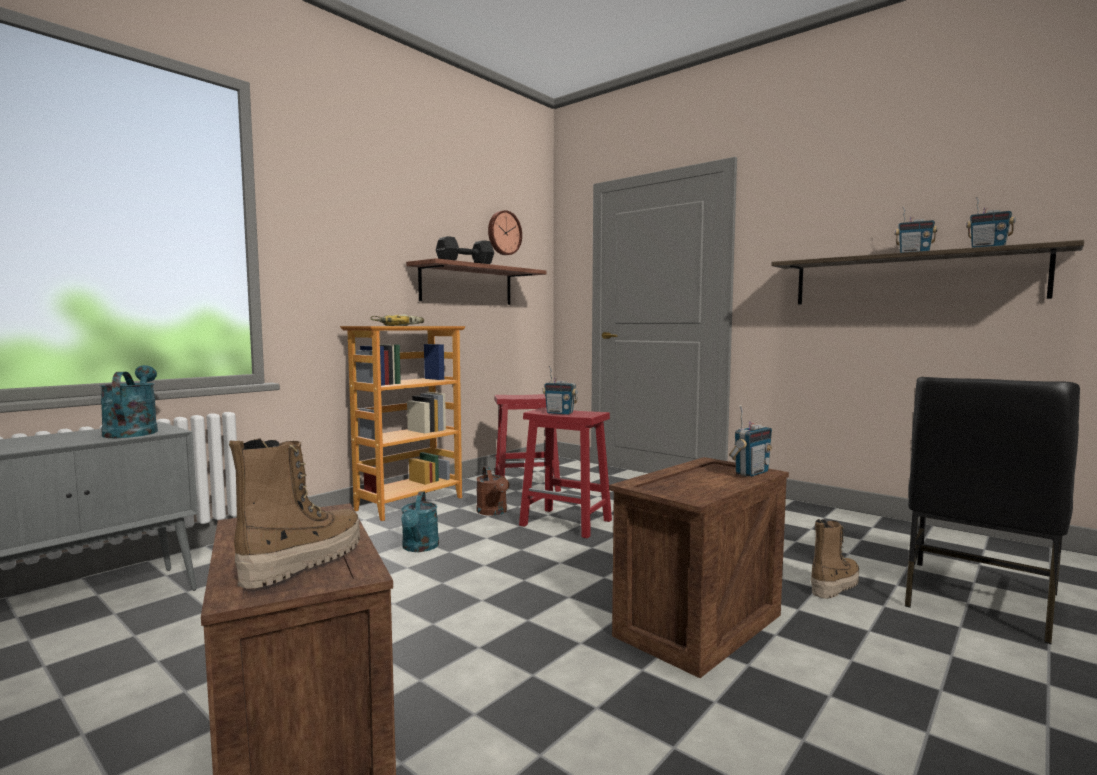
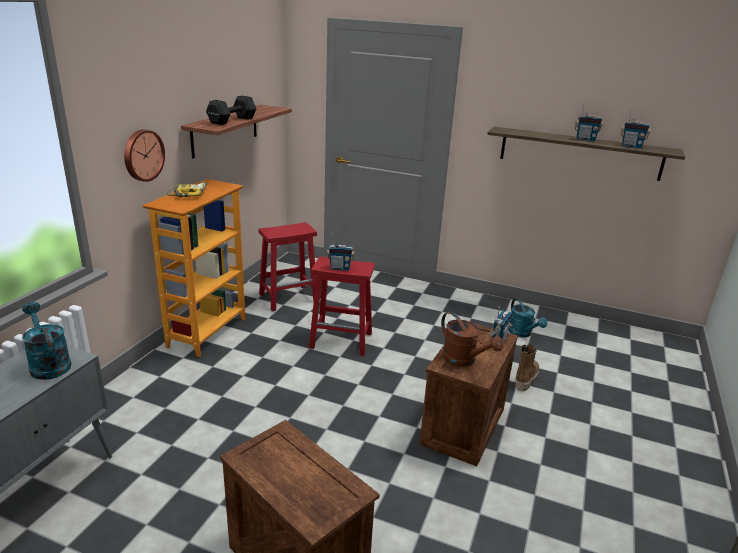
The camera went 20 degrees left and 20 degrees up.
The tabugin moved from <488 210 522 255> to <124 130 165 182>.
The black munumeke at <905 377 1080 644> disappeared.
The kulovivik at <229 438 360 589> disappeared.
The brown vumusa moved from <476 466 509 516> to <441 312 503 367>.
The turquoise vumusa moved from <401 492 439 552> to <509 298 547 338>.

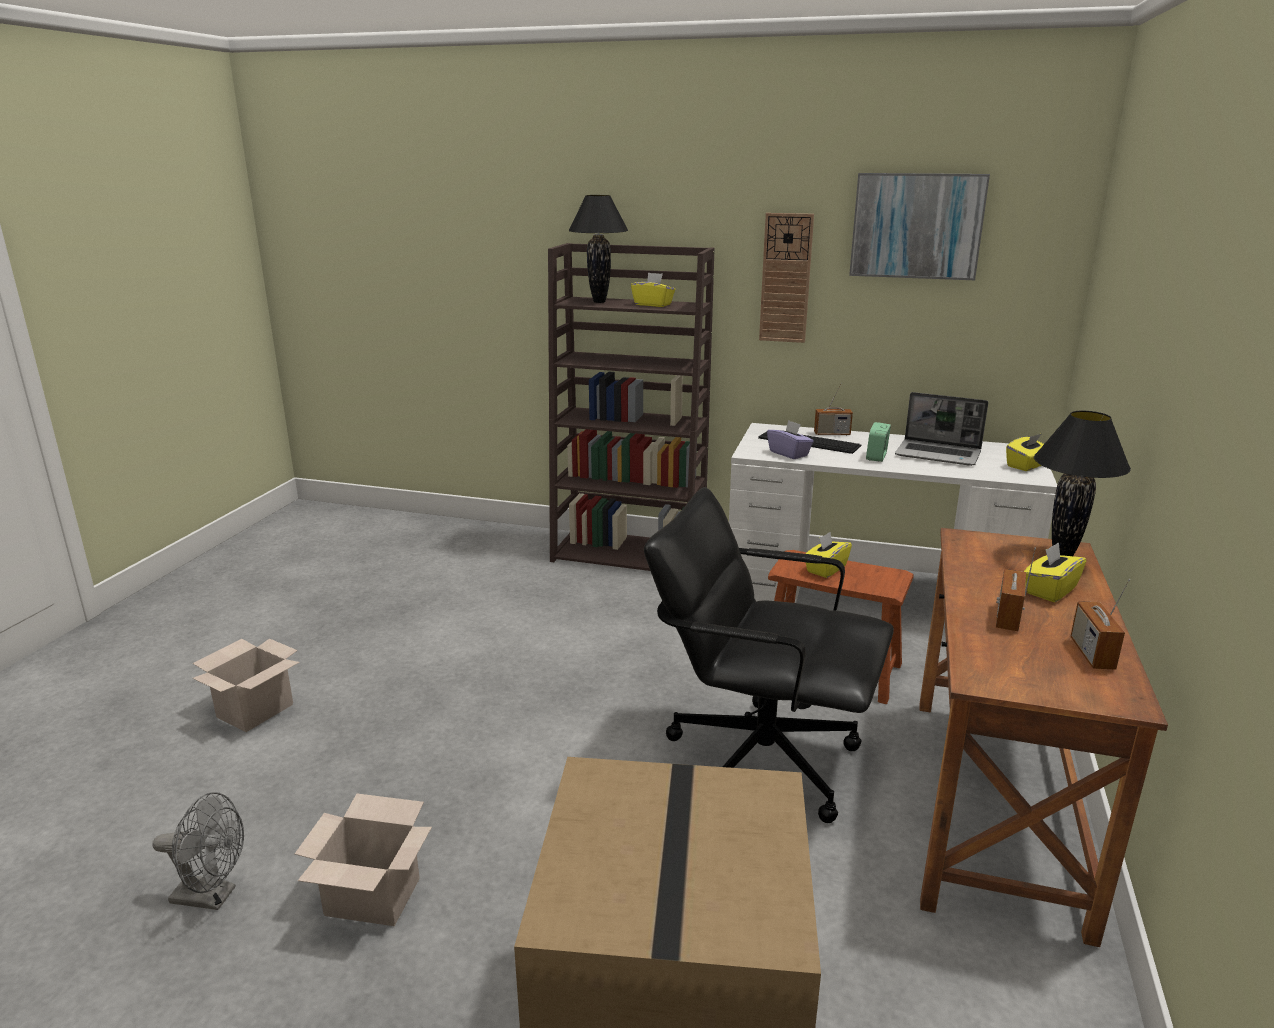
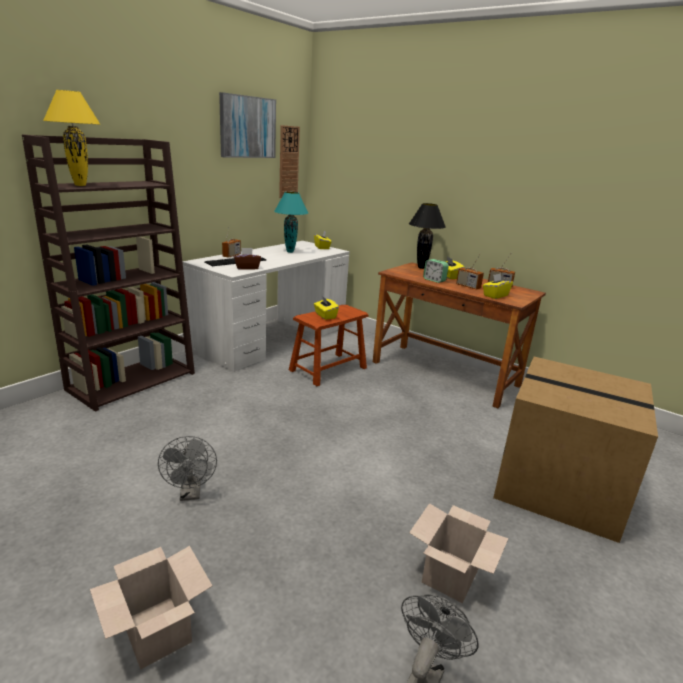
The camera went 70 degrees left and 0 degrees up.
The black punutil at <568 195 628 303> became the yellow punutil at <43 90 100 186>.
The tabugin moved from <759 213 814 343> to <279 125 300 198>.
The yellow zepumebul moved from <631 272 675 307> to <483 273 513 299>.
The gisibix at <895 392 988 466> was replaced by the turquoise punutil at <274 192 308 253>.
The purple zepumebul at <767 420 814 459> became the brown zepumebul at <234 248 261 270>.
The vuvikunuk moved from <866 422 891 462> to <423 259 449 283>.
The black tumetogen at <644 487 894 823> disappeared.
The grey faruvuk at <158 436 217 501> appeared.

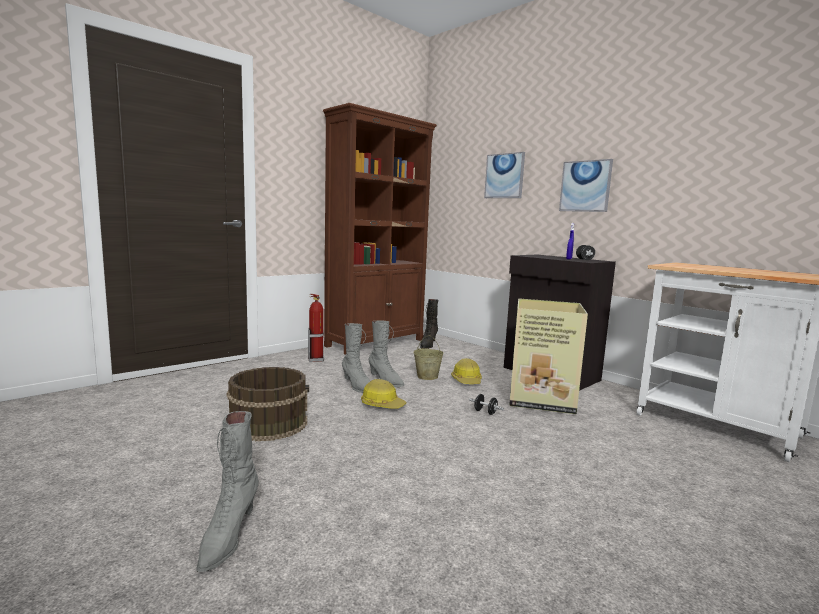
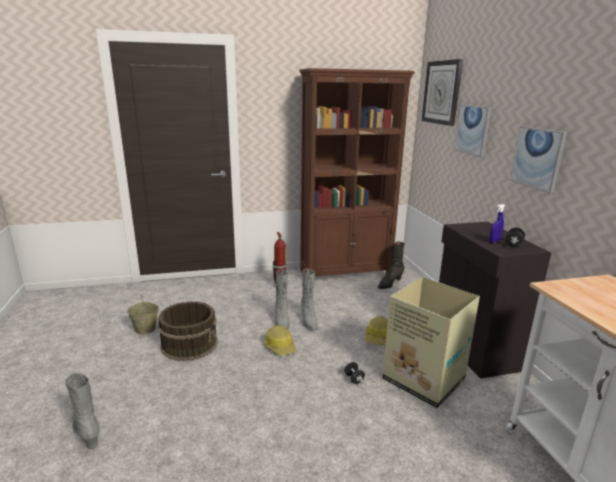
The camera went 30 degrees right and 10 degrees up.
The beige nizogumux moved from <413 335 444 380> to <127 295 159 334>.
The grey kulovivik at <196 411 259 572> turned 105 degrees clockwise.
The tabugin at <422 59 463 126> appeared.

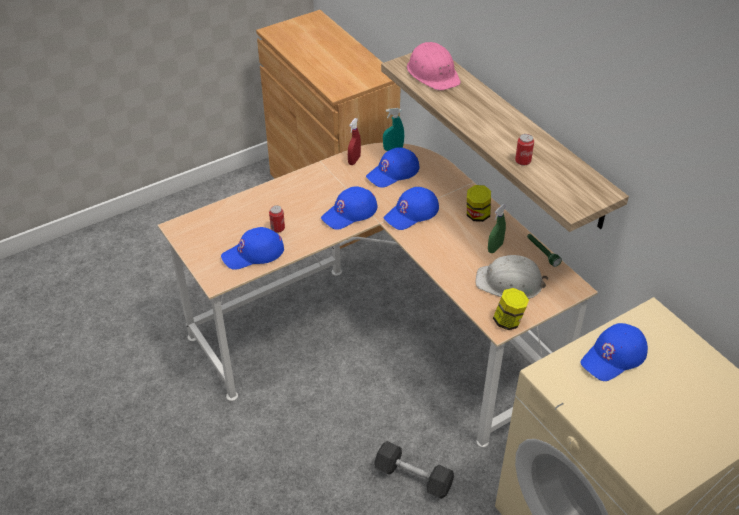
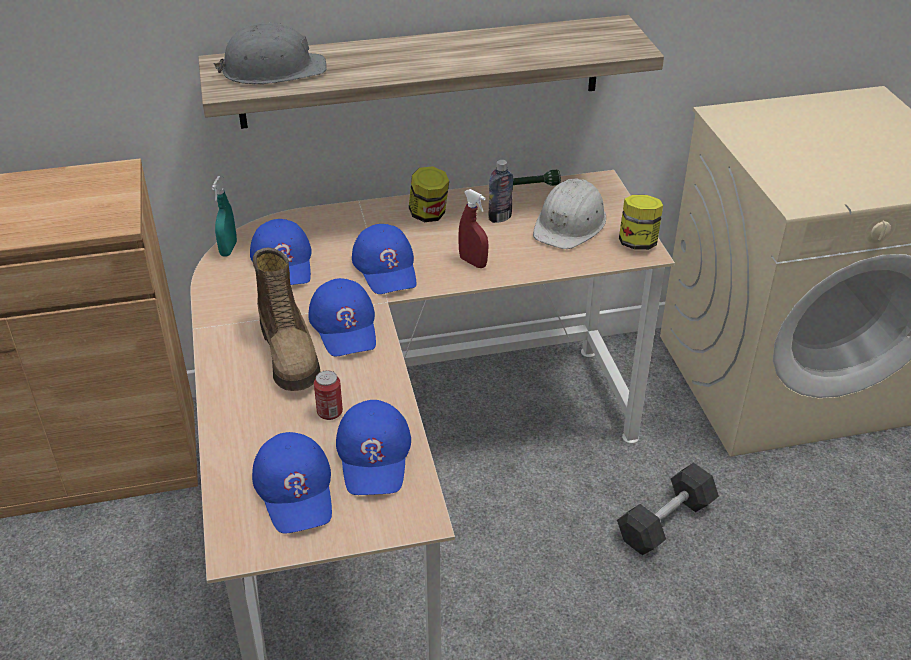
The camera went 70 degrees left and 5 degrees down.
The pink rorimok at <407 42 461 91> became the grey rorimok at <214 22 327 84>.
The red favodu moved from <348 118 361 165> to <458 189 488 268>.
The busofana at <515 134 534 166> disappeared.
The green favodu at <488 204 506 253> was replaced by the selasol at <488 160 513 223>.
The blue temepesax moved from <580 323 648 381> to <252 432 332 534>.
The kulovivik at <253 248 320 391> appeared.

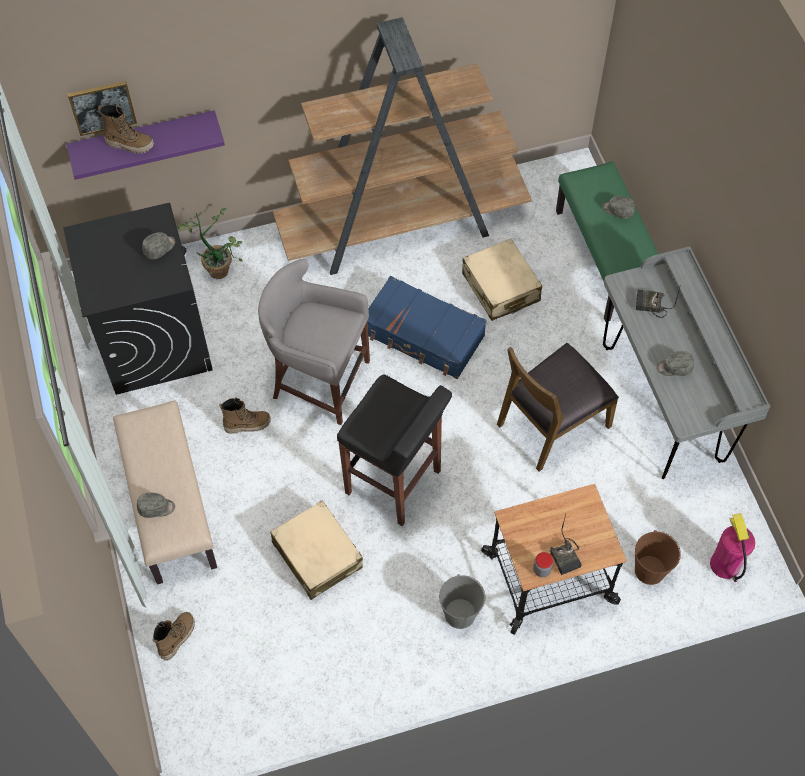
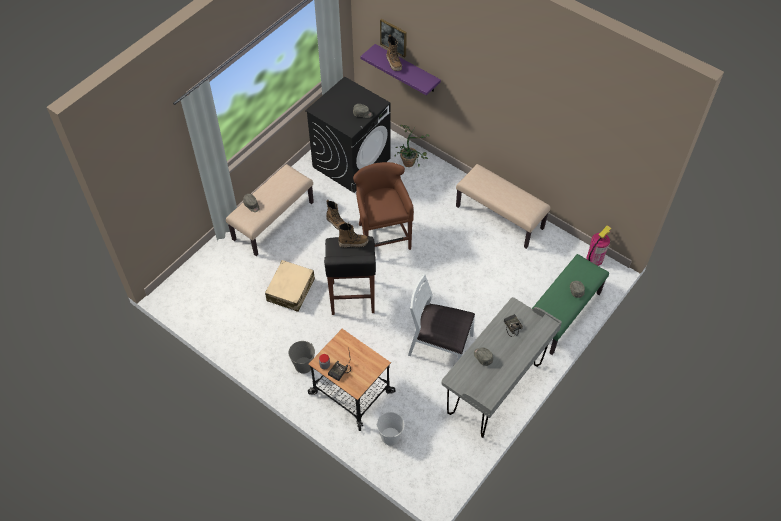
The camera went 55 degrees right and 5 degrees down.
The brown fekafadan at <273 17 532 275> was replaced by the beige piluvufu at <456 164 551 249>.
The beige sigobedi at <462 239 542 321> disappeared.
The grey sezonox at <258 259 370 425> became the brown sezonox at <353 162 414 250>.
The blue sigobedi at <368 276 486 379> disappeared.
The brown munumeke at <497 343 619 471> became the white munumeke at <408 274 475 360>.
The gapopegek moved from <710 513 755 582> to <586 225 611 266>.
The brown nizogumux at <635 530 681 585> became the white nizogumux at <377 412 404 446>.
The kulovivik moved from <152 612 195 660> to <338 223 369 248>.

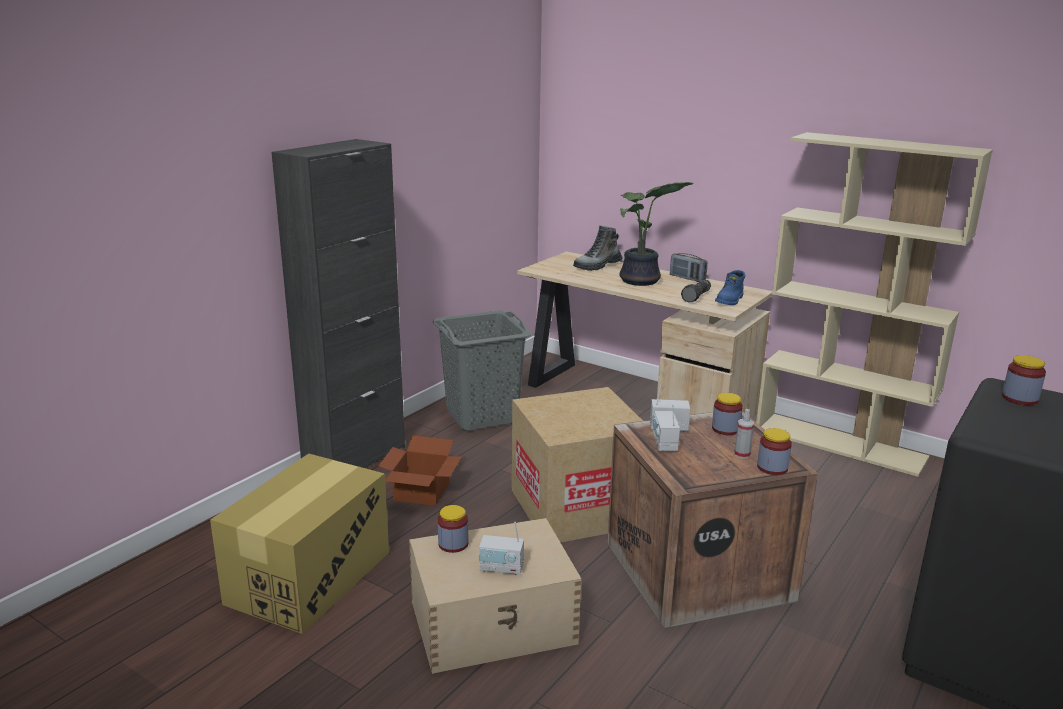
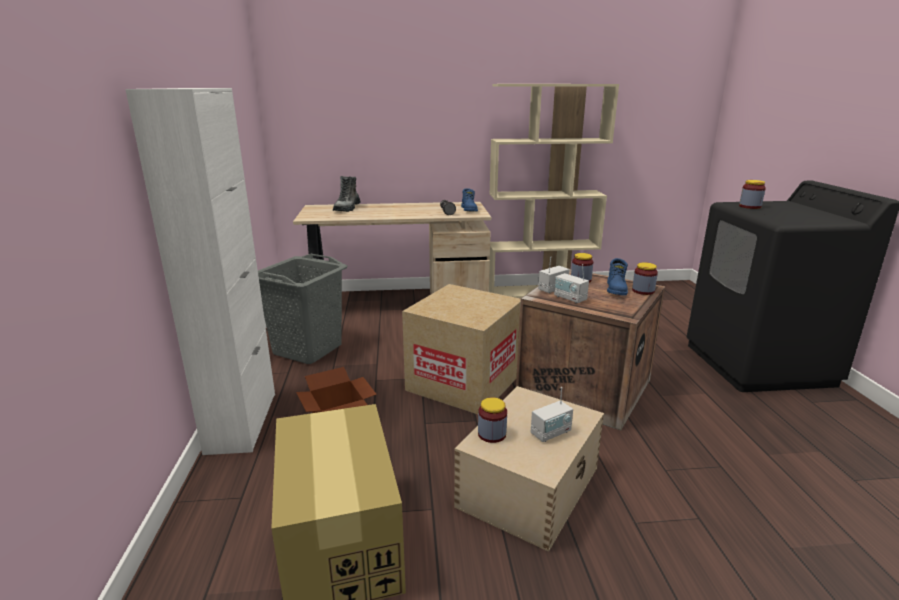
The camera went 40 degrees left and 0 degrees up.
The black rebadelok at <272 139 405 468> became the white rebadelok at <125 88 275 455>.
The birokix at <619 182 694 286> disappeared.
The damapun at <670 253 707 282> disappeared.
The favodu at <734 409 754 459> was replaced by the blue kulovivik at <607 258 628 296>.

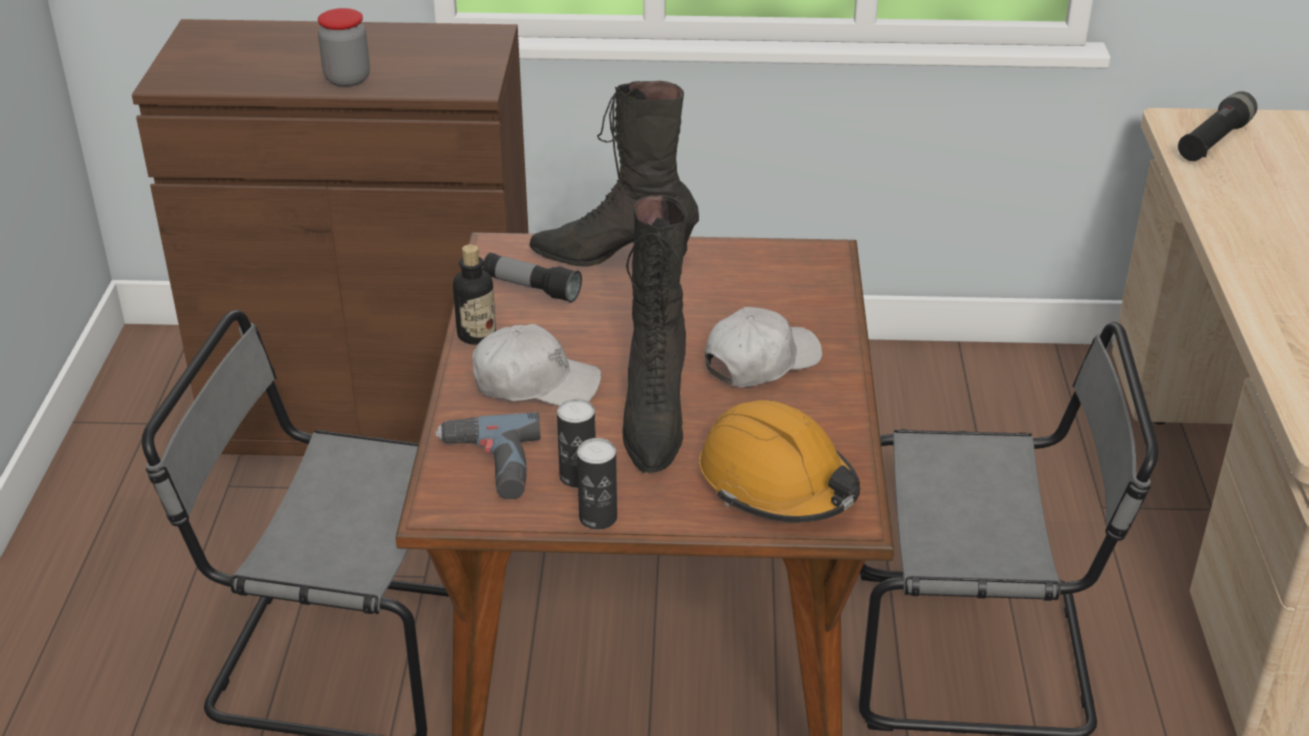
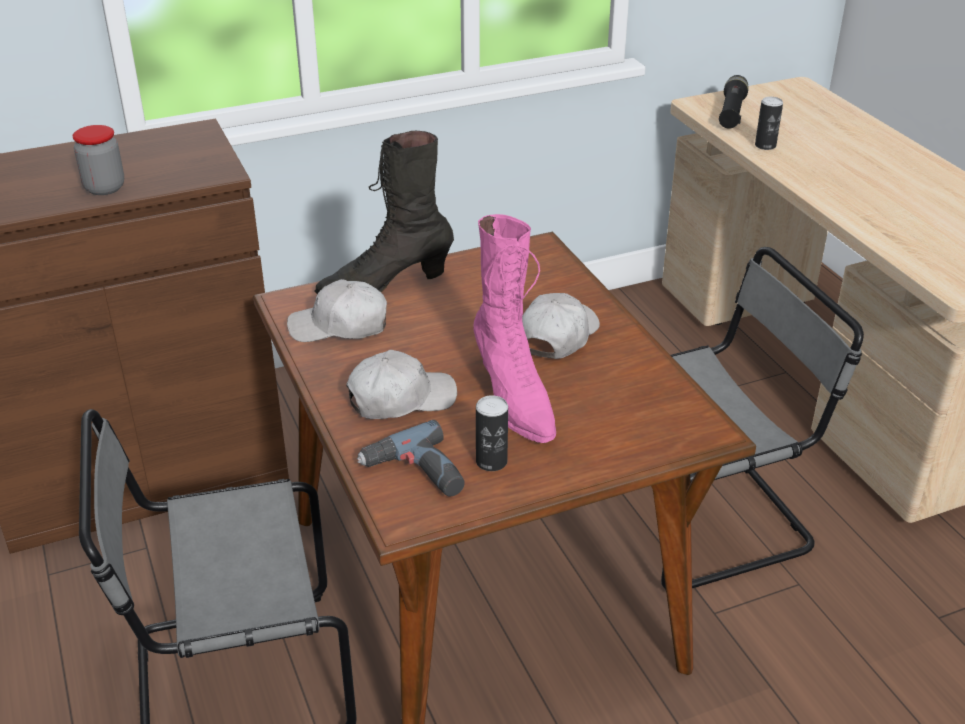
The camera went 25 degrees left and 0 degrees up.
The black kulovivik at <622 195 687 473> became the pink kulovivik at <473 214 556 443>.
The selasol at <453 244 496 344> disappeared.
The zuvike at <482 253 582 303> was replaced by the white temepesax at <287 279 387 342>.
The orange rorimok at <699 400 860 523> disappeared.
The busofana moved from <577 438 617 530> to <755 97 783 150>.

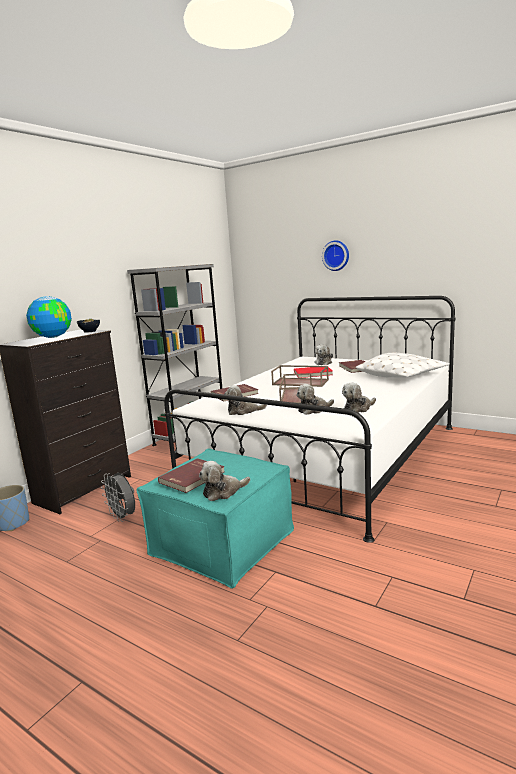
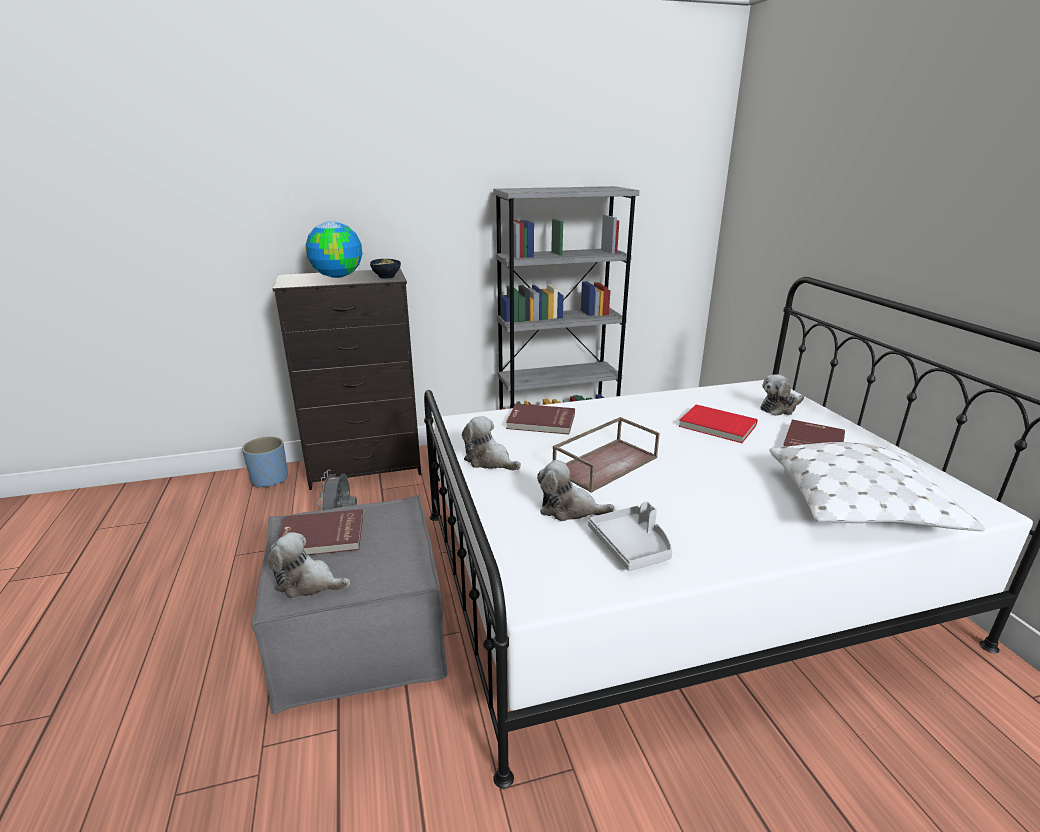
The camera went 40 degrees right and 10 degrees up.
The tabugin at <322 241 349 271> disappeared.
The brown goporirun at <271 365 329 387> disappeared.
The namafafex at <342 383 376 413> was replaced by the grey goporirun at <588 502 672 571>.
The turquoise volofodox at <136 448 294 589> became the grey volofodox at <251 495 448 714>.

